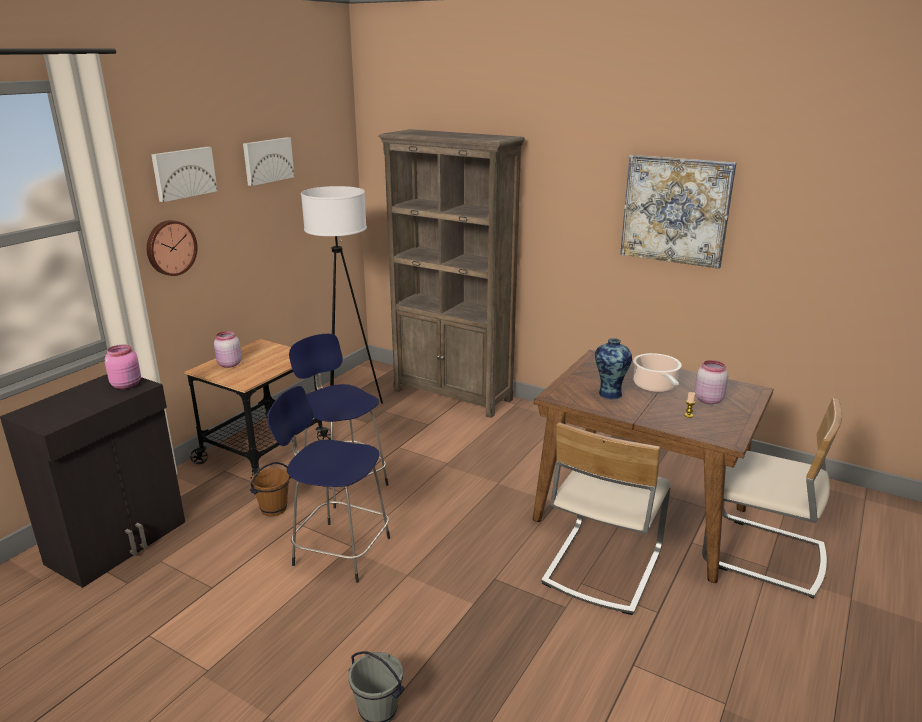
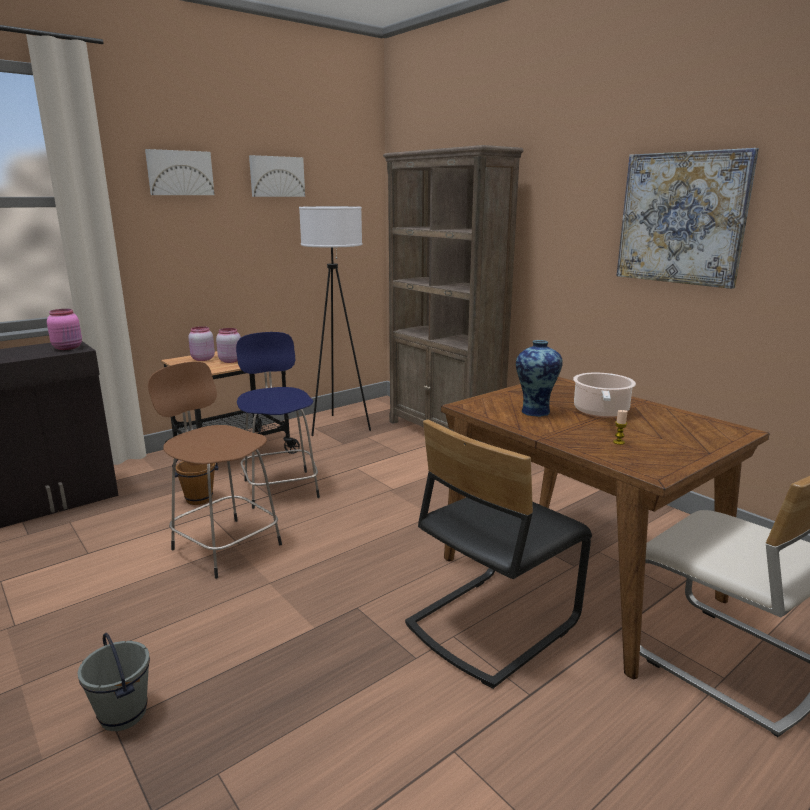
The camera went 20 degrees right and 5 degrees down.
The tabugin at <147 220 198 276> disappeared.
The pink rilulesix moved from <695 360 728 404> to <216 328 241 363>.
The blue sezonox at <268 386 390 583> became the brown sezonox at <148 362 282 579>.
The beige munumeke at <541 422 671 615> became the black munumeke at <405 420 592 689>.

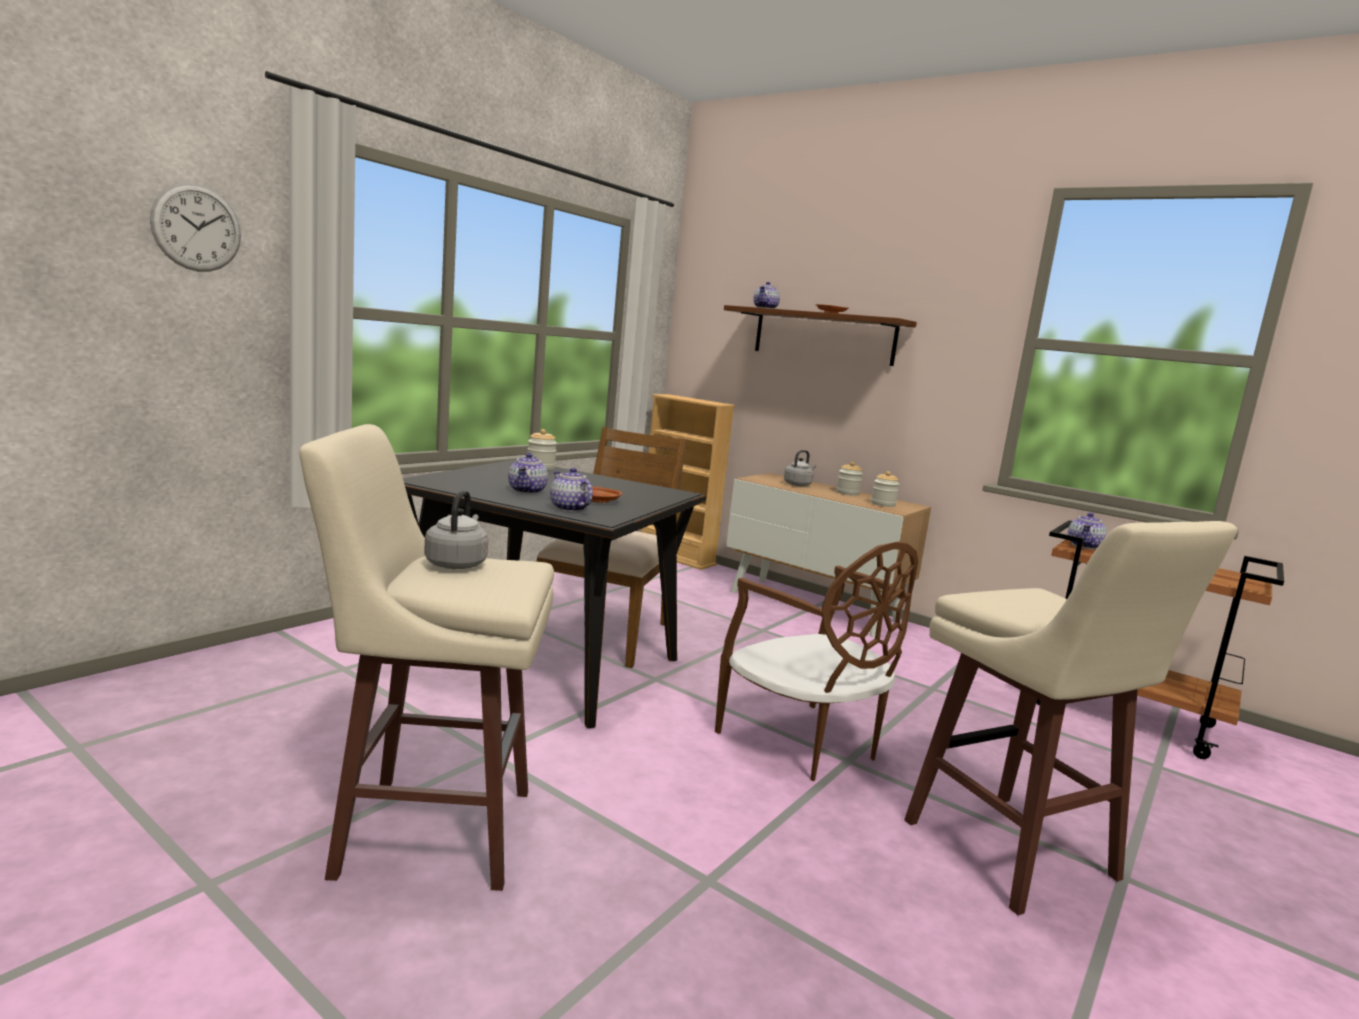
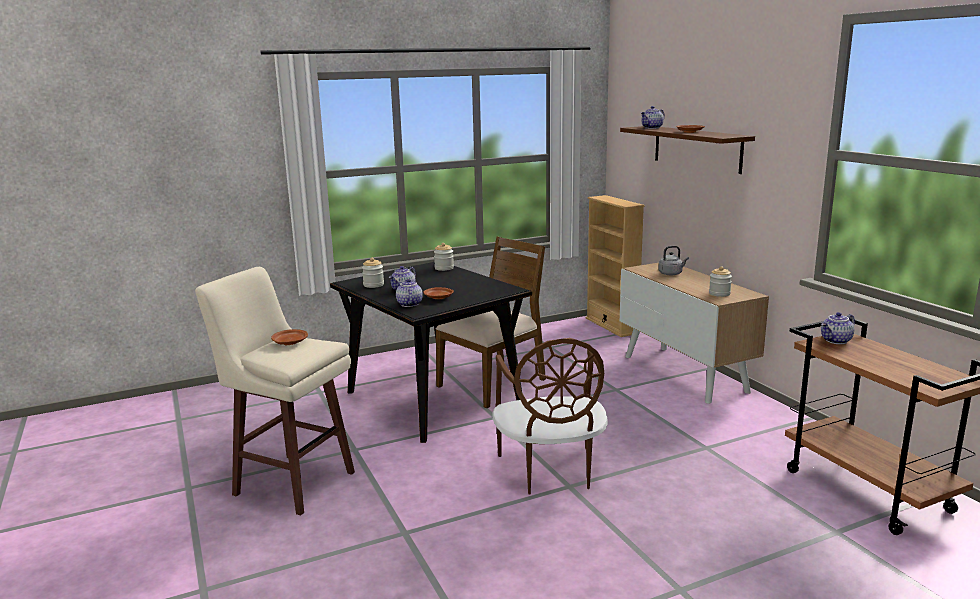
The camera went 30 degrees right and 5 degrees up.
The tabugin at <150 183 241 272> disappeared.
The rilulesix moved from <836 462 863 496> to <362 258 384 288>.
The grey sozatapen at <424 490 488 569> was replaced by the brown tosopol at <271 329 308 345>.
The beige sezonox at <904 521 1237 915> disappeared.

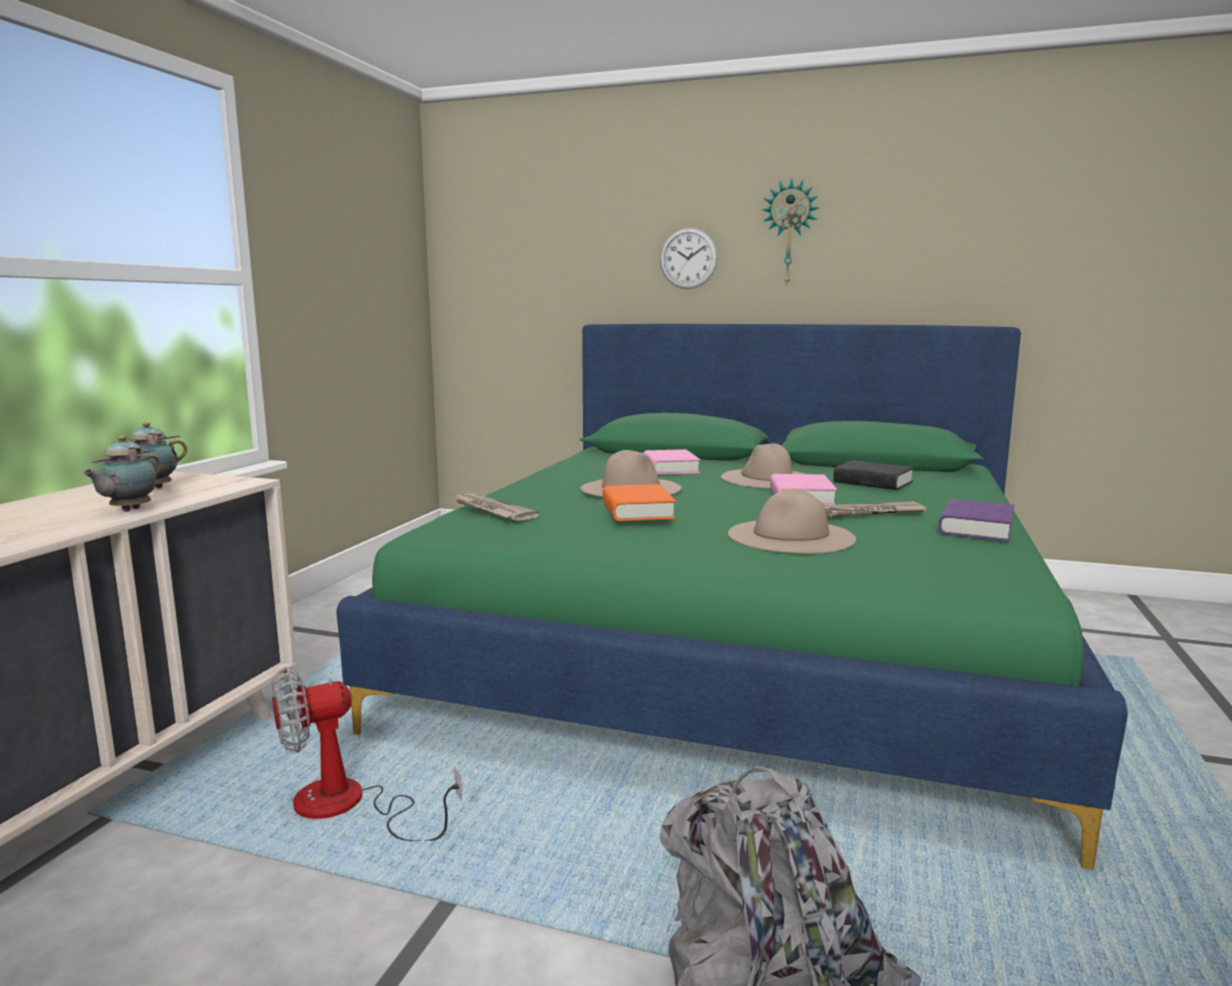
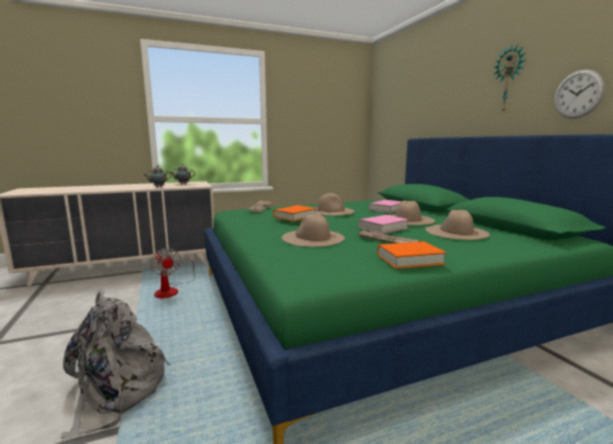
The camera went 50 degrees right and 0 degrees up.
The tabugin moved from <660 227 718 289> to <554 70 605 119>.
The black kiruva at <833 460 914 490> was replaced by the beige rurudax at <425 210 490 240>.
The purple kiruva at <939 499 1015 542> became the orange kiruva at <377 241 446 269>.
The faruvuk at <272 667 462 841> turned 150 degrees counterclockwise.

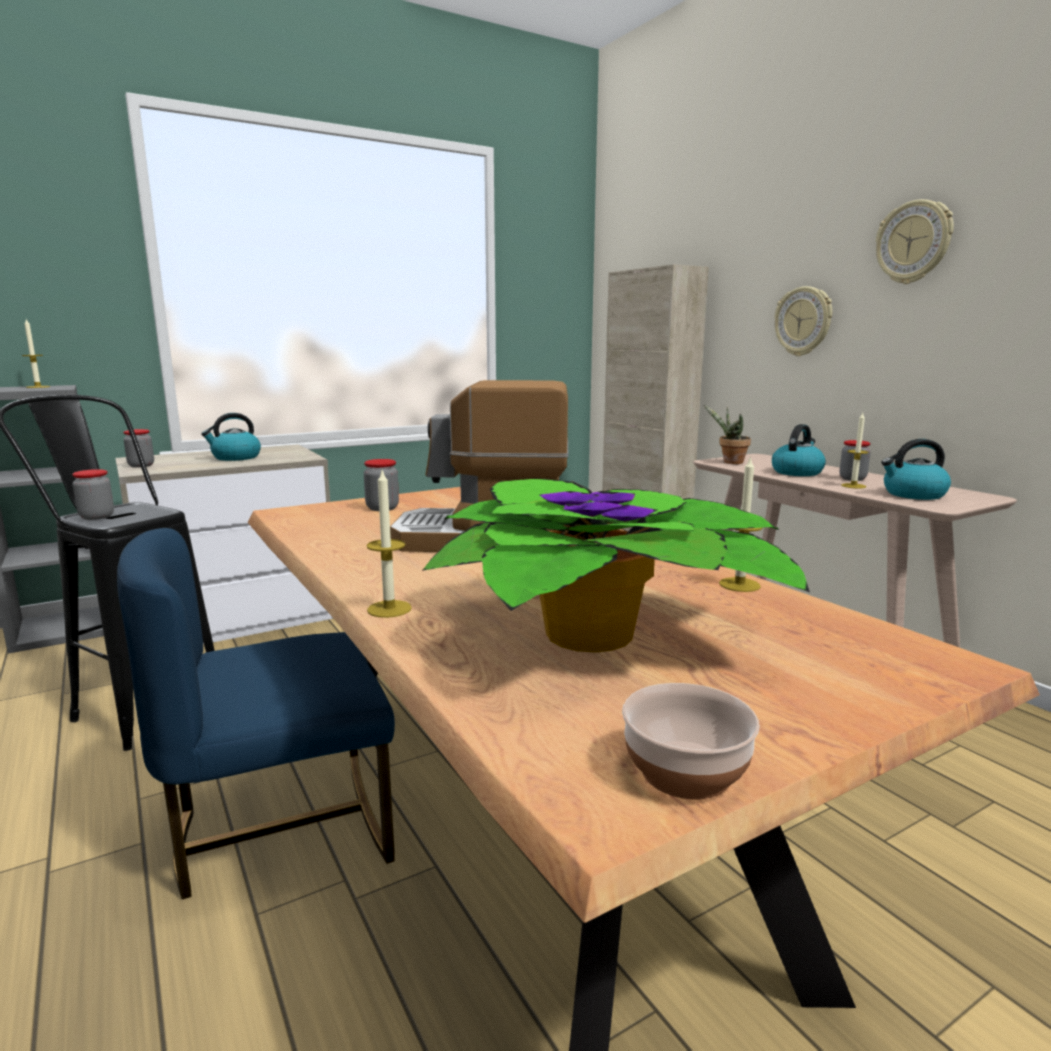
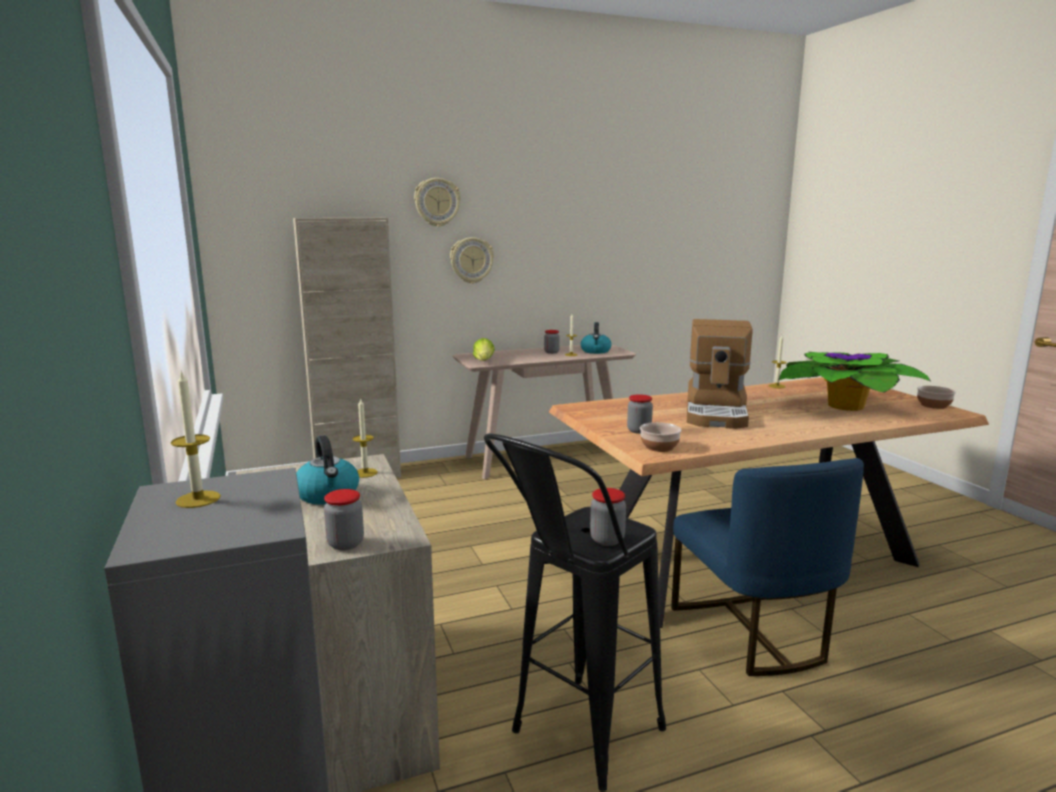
The camera went 80 degrees left and 0 degrees up.
The tabugin moved from <876 199 954 284> to <414 178 461 227>.
The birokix at <704 405 751 464> was replaced by the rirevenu at <473 338 495 361>.
The sozatapen at <772 424 826 476> disappeared.
The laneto moved from <367 471 412 618> to <352 398 378 478>.
The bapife at <640 422 681 452> appeared.

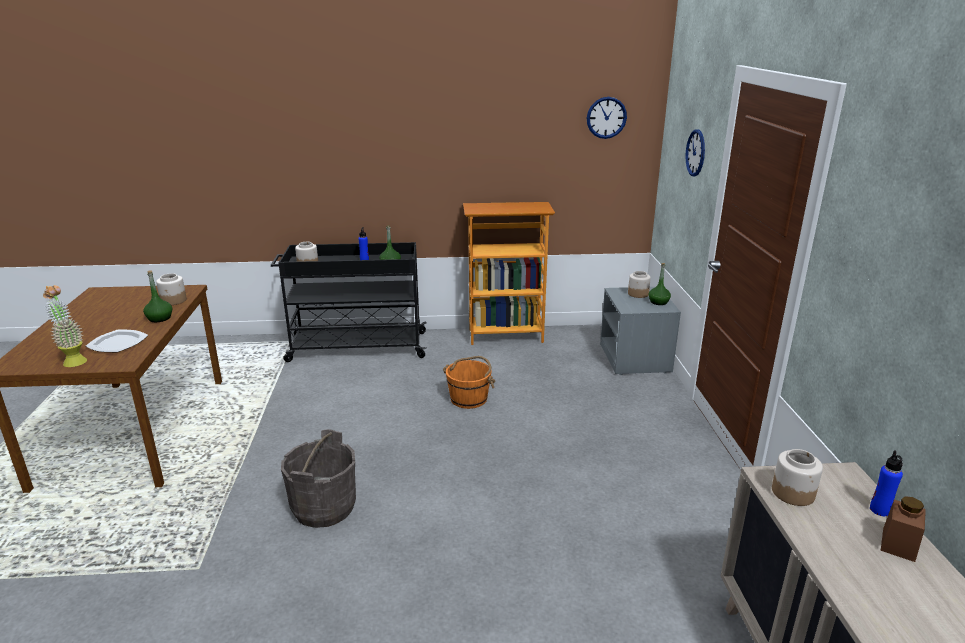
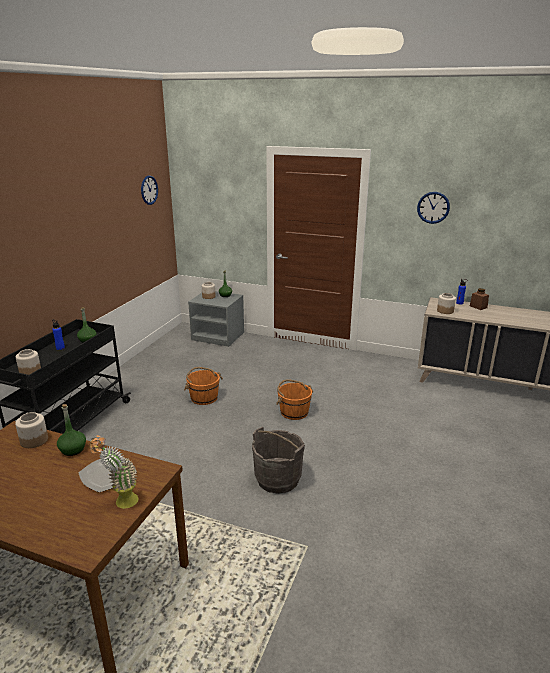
The camera went 65 degrees left and 0 degrees up.
The tabugin moved from <685 130 705 176> to <417 192 450 224>.
The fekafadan at <463 202 555 345> disappeared.
The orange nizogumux at <276 379 313 420> appeared.

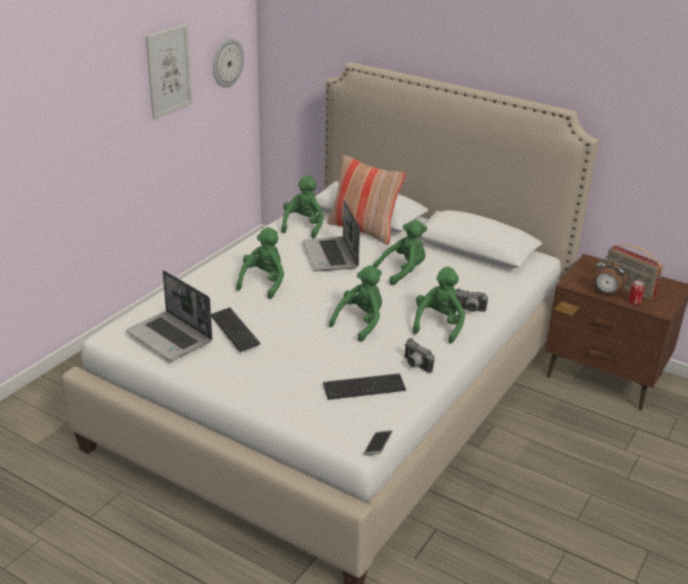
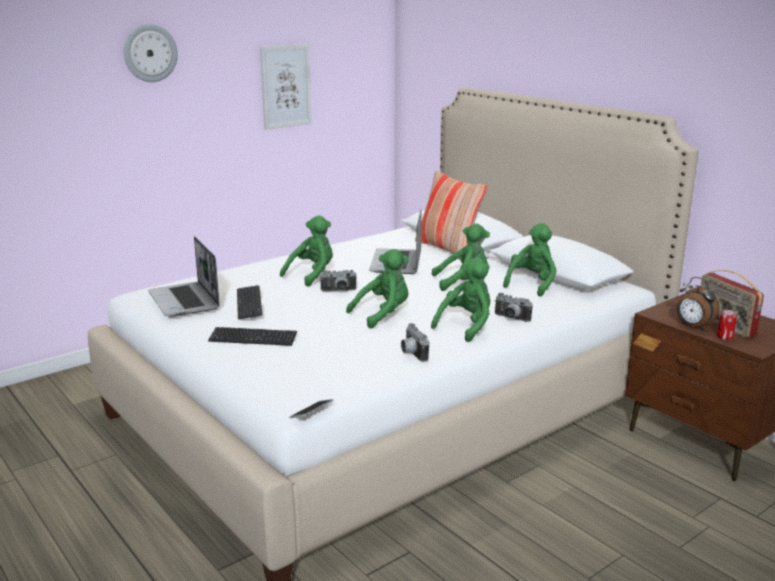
The camera went 20 degrees right and 10 degrees down.
The tabugin moved from <213 39 244 87> to <124 24 178 82>.
The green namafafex moved from <281 175 324 239> to <503 223 556 296>.
The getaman moved from <323 373 406 400> to <208 327 297 346>.
The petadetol at <320 270 357 291> appeared.

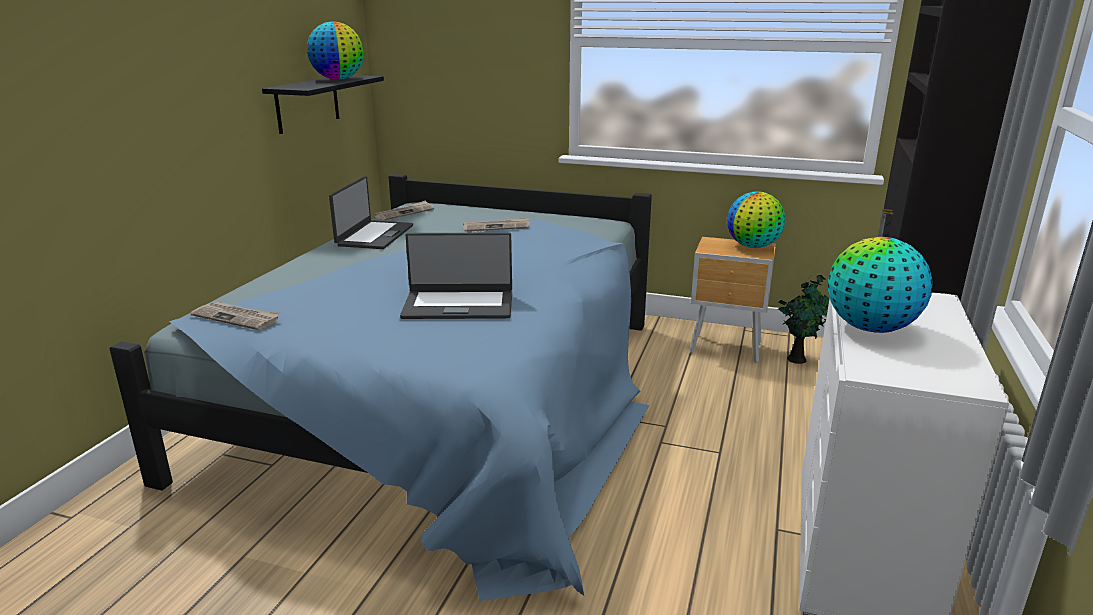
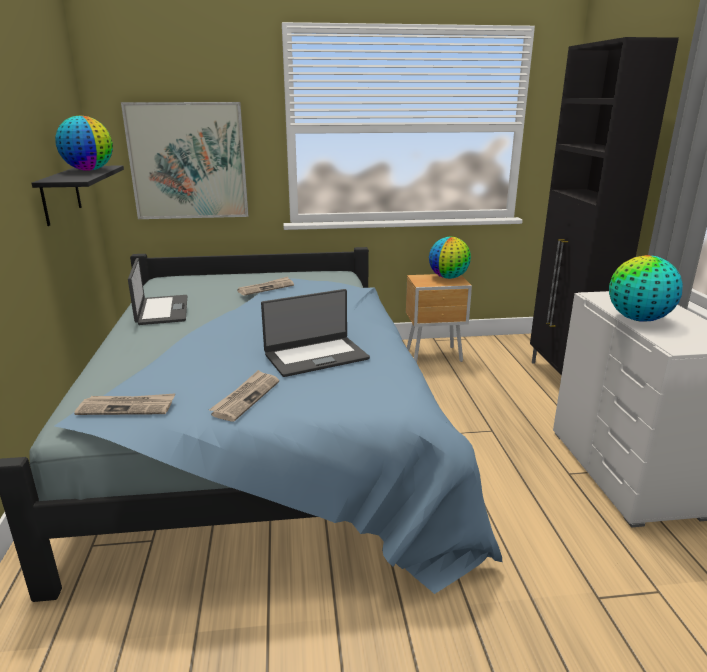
The camera went 25 degrees left and 0 degrees up.
The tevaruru moved from <374 200 434 221> to <209 370 279 422>.
The birokix at <777 275 829 364> disappeared.
The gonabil at <121 102 248 219> appeared.

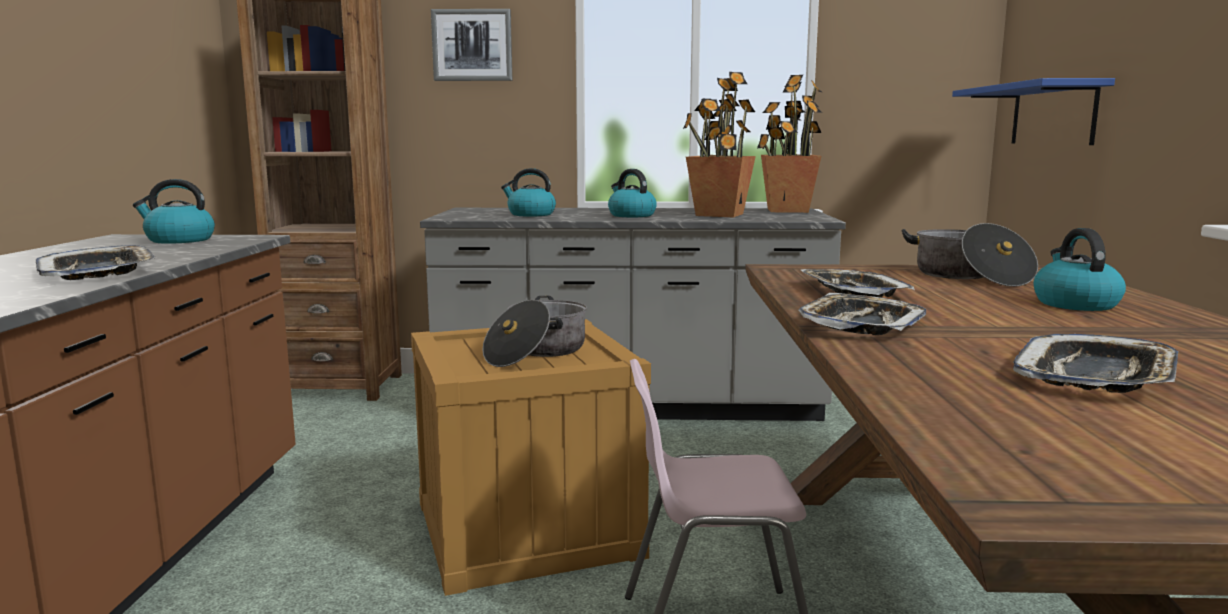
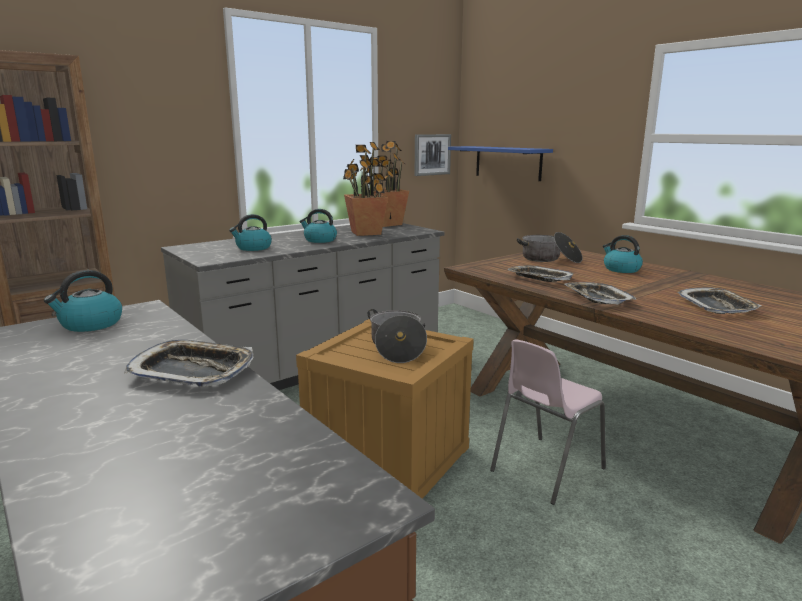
The camera went 40 degrees left and 5 degrees up.
The gonabil moved from <431 9 512 81> to <415 134 451 176>.

